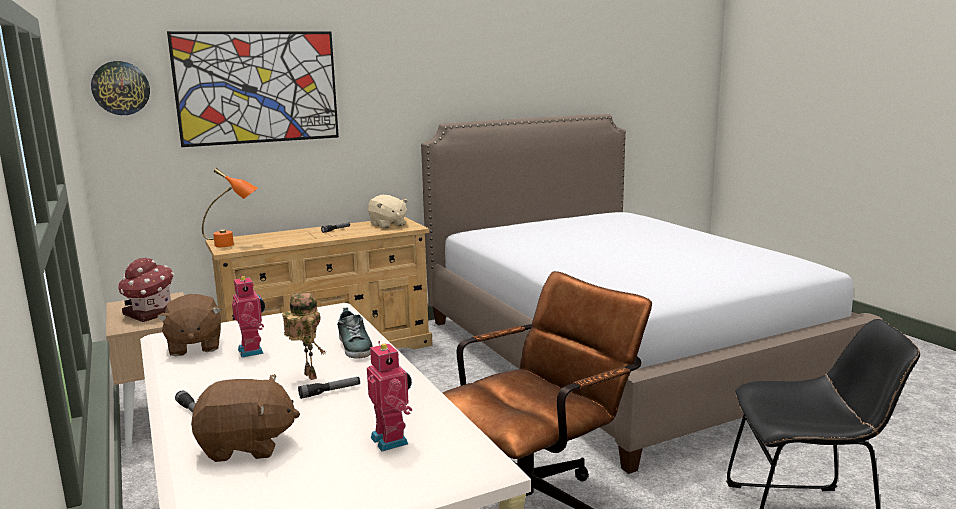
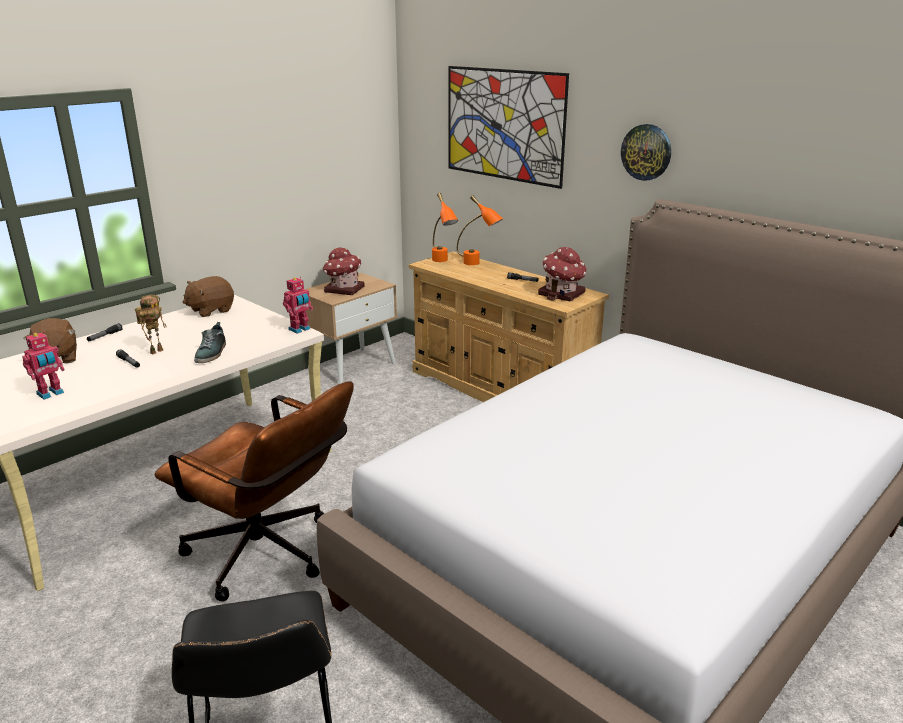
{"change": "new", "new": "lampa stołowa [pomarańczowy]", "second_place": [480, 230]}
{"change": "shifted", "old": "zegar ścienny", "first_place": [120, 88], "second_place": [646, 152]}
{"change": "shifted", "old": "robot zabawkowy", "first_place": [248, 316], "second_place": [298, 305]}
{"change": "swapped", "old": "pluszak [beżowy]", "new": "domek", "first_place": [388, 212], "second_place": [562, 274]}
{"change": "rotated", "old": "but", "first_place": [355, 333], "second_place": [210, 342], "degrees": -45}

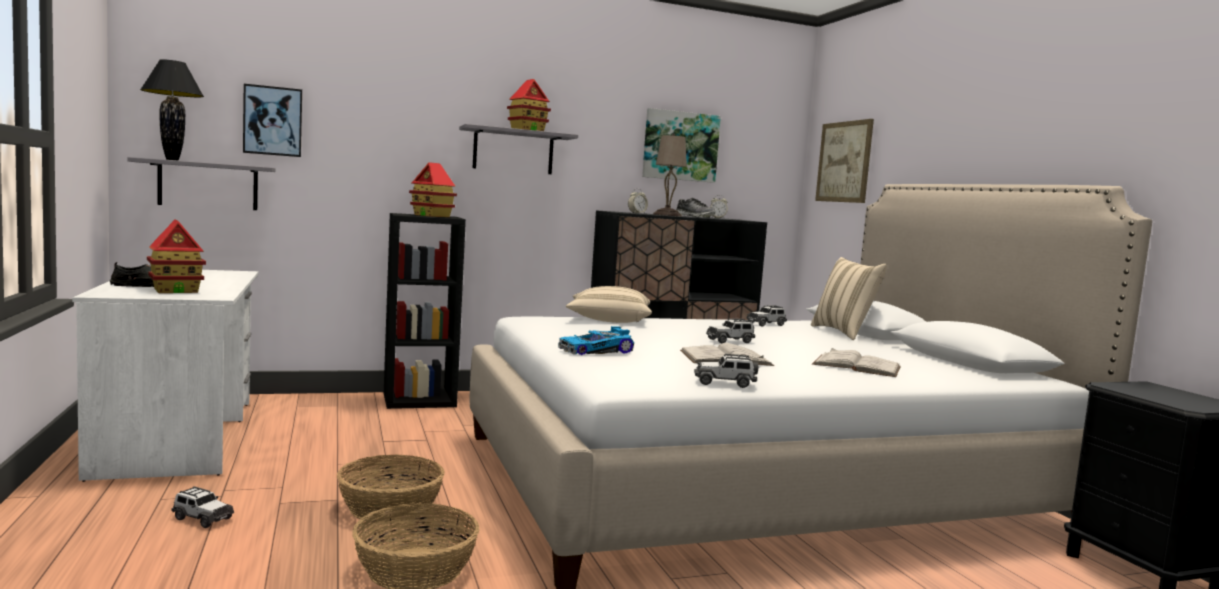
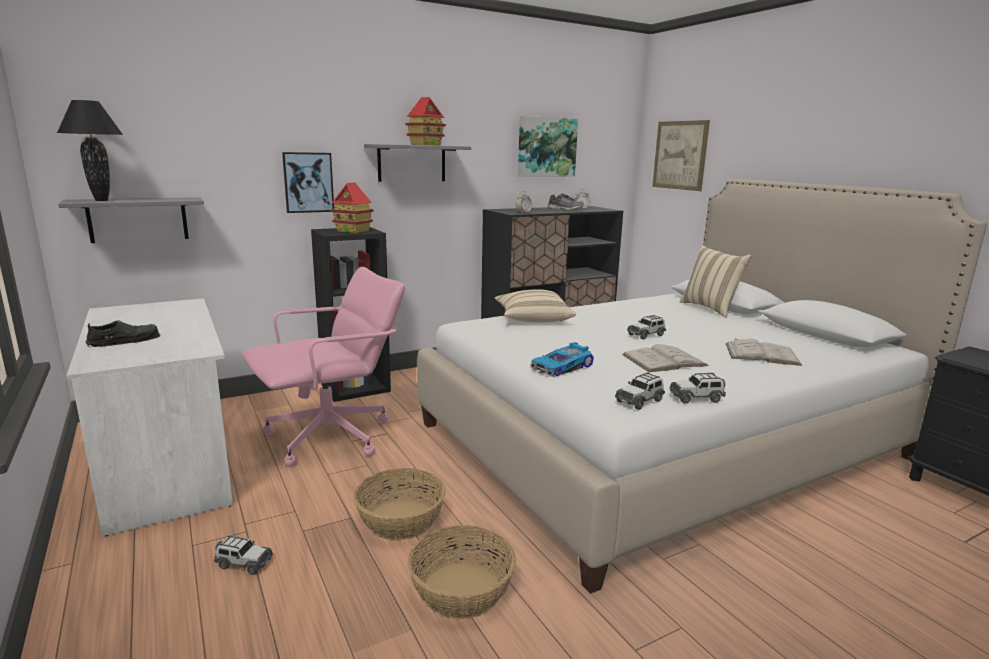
{"change": "gone", "old": "domek", "first_place": [176, 256]}
{"change": "gone", "old": "lampa stołowa [beżowy]", "first_place": [670, 174]}
{"change": "new", "new": "krzesło biurowe [różowy]", "second_place": [323, 367]}
{"change": "shifted", "old": "obraz", "first_place": [272, 120], "second_place": [308, 182]}
{"change": "shifted", "old": "samochodzik", "first_place": [766, 316], "second_place": [640, 391]}

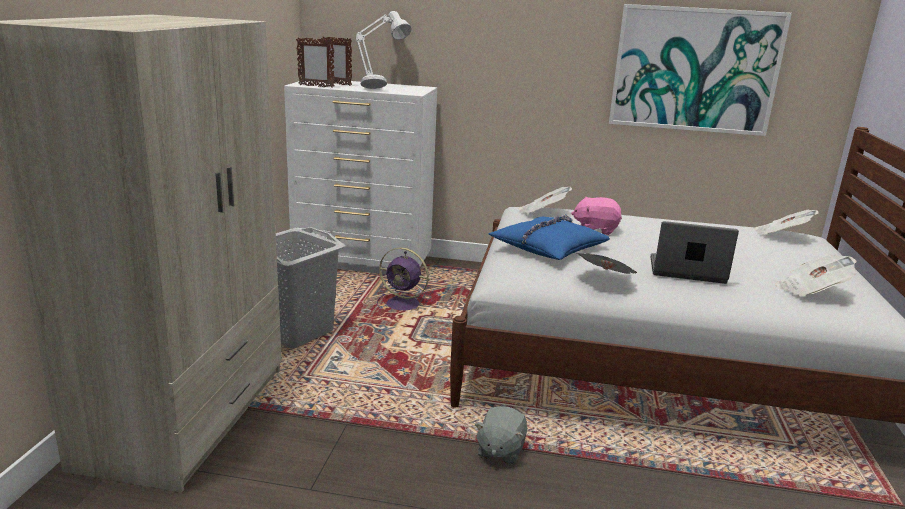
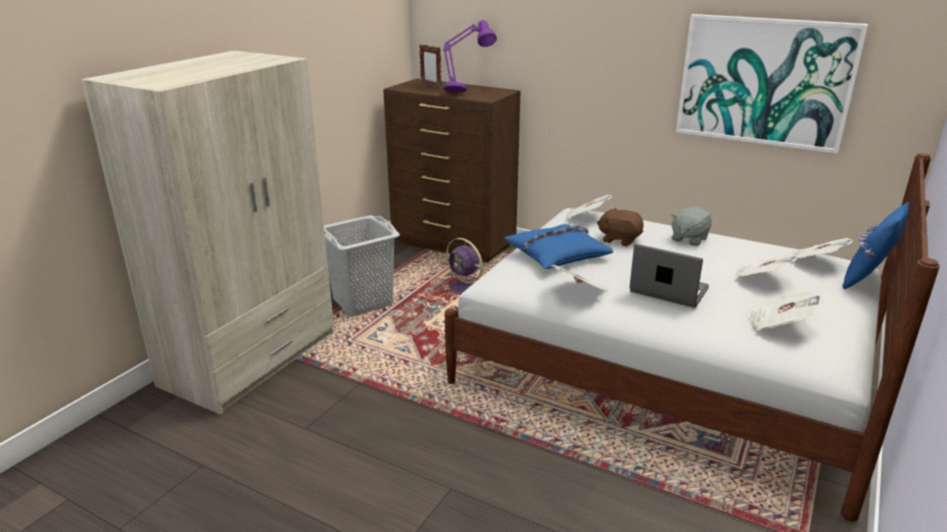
{"change": "gone", "old": "ramka na zdjęcie", "first_place": [315, 62]}
{"change": "new", "new": "gazeta", "second_place": [767, 265]}
{"change": "new", "new": "poduszka [niebieski]", "second_place": [876, 245]}
{"change": "shifted", "old": "pluszak [szary]", "first_place": [501, 435], "second_place": [691, 226]}
{"change": "repainted", "old": "komoda [biały]", "new": "komoda [brązowy]", "first_place": [360, 177], "second_place": [452, 171]}
{"change": "repainted", "old": "lampa stołowa [szary]", "new": "lampa stołowa [fioletowy]", "first_place": [384, 50], "second_place": [470, 56]}
{"change": "repainted", "old": "pluszak [różowy]", "new": "pluszak [brązowy]", "first_place": [596, 216], "second_place": [620, 227]}

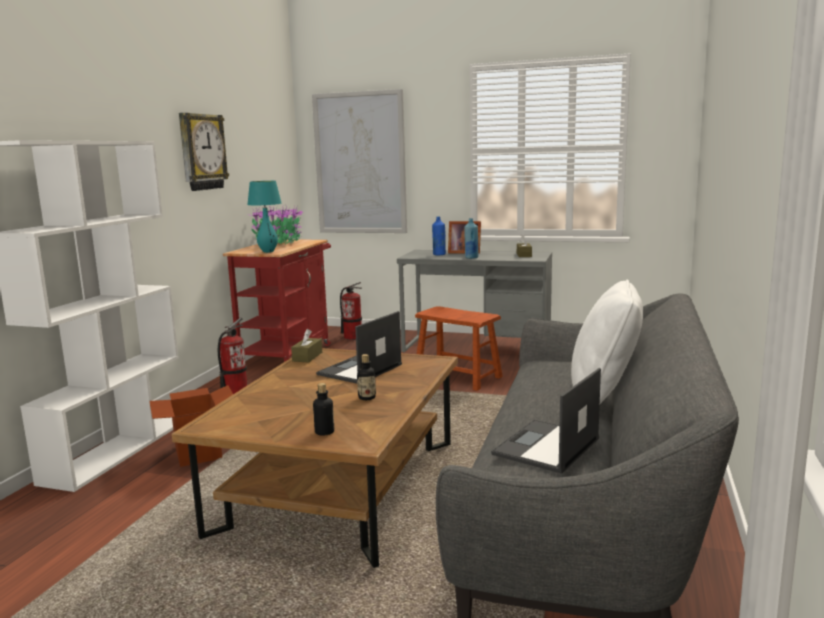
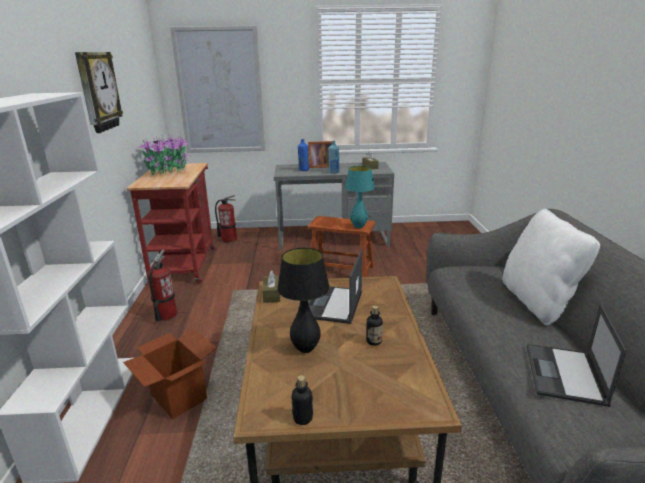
{"change": "new", "new": "lampa stołowa [czarny]", "second_place": [303, 300]}
{"change": "shifted", "old": "lampa stołowa [turkusowy]", "first_place": [264, 217], "second_place": [360, 197]}
{"change": "shifted", "old": "butelka", "first_place": [323, 409], "second_place": [302, 400]}

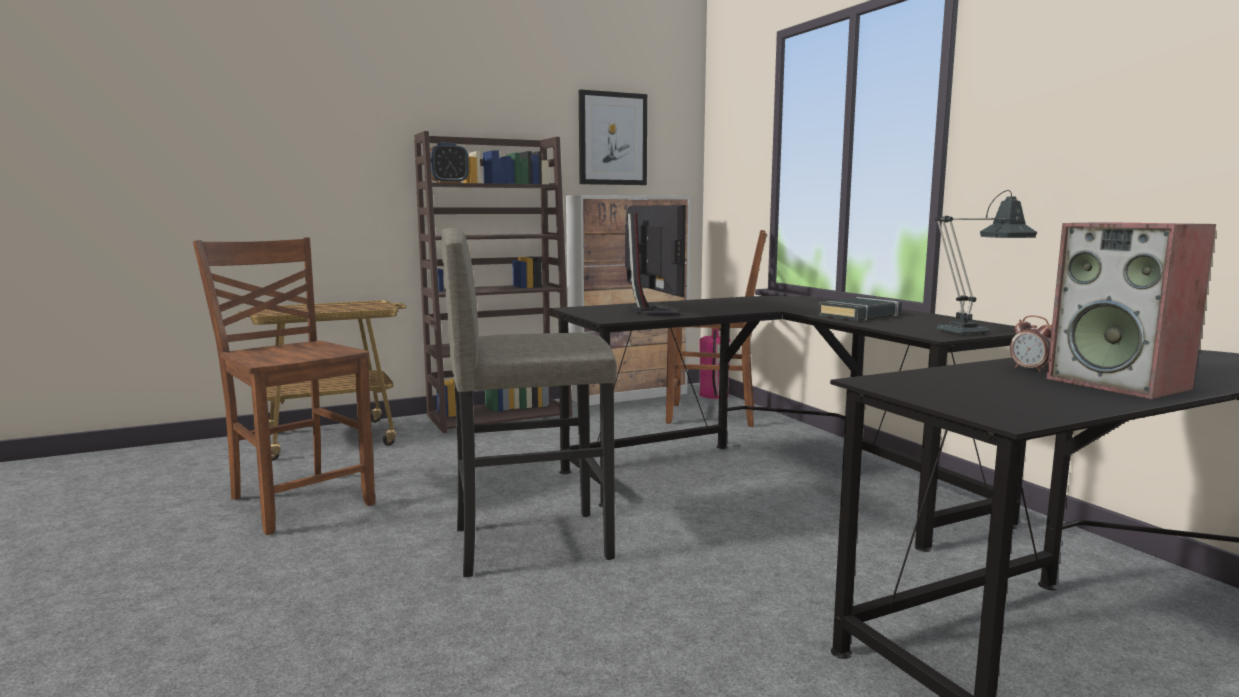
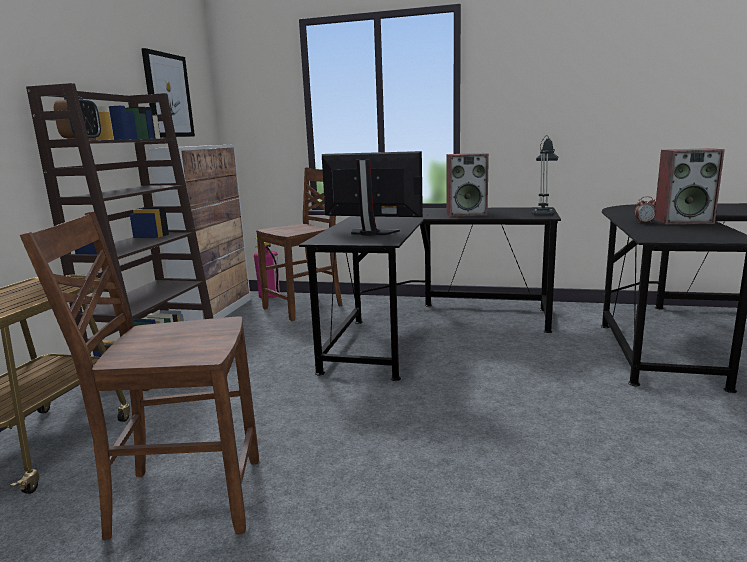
{"change": "gone", "old": "stołek [szary]", "first_place": [529, 402]}
{"change": "swapped", "old": "książka [czarny]", "new": "głośnik", "first_place": [860, 309], "second_place": [467, 185]}

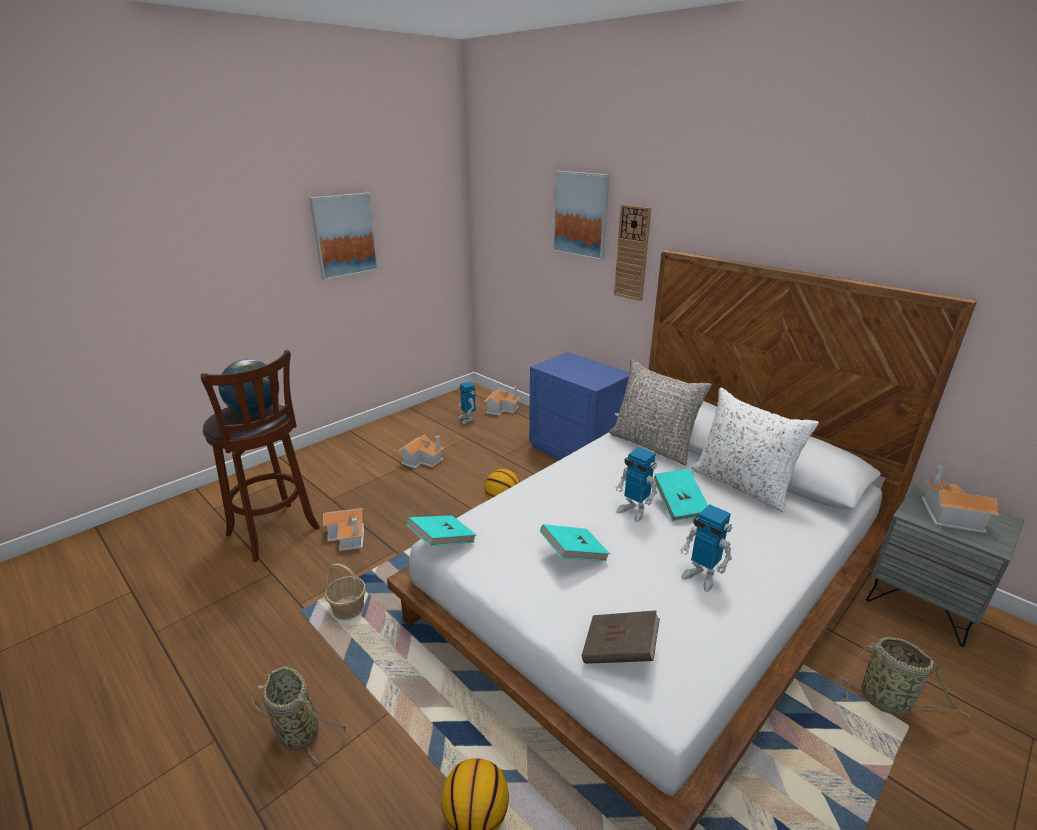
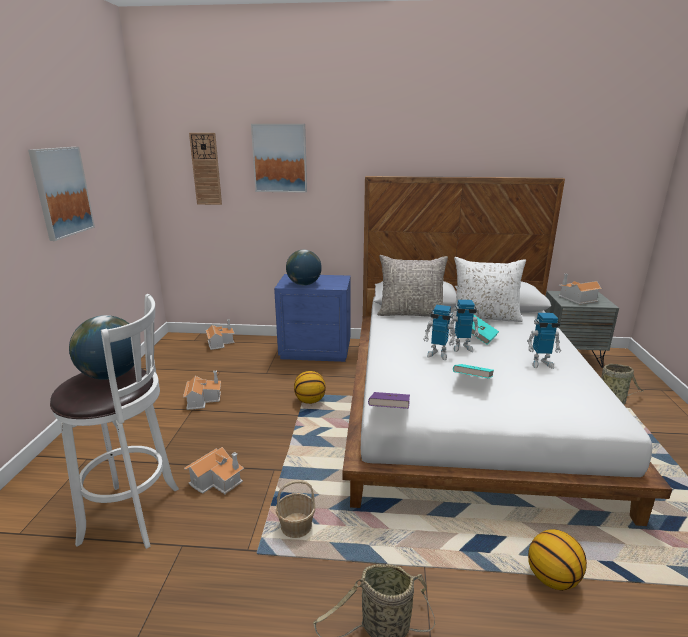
{"change": "gone", "old": "książka [brązowy]", "first_place": [621, 637]}
{"change": "new", "new": "globus", "second_place": [304, 267]}
{"change": "shifted", "old": "robot zabawkowy", "first_place": [466, 403], "second_place": [439, 332]}
{"change": "shifted", "old": "zegar ścienny", "first_place": [632, 253], "second_place": [205, 169]}
{"change": "repainted", "old": "stołek [brązowy]", "new": "stołek [biały]", "first_place": [260, 456], "second_place": [114, 421]}
{"change": "repainted", "old": "książka [turkusowy]", "new": "książka [fioletowy]", "first_place": [441, 531], "second_place": [389, 400]}

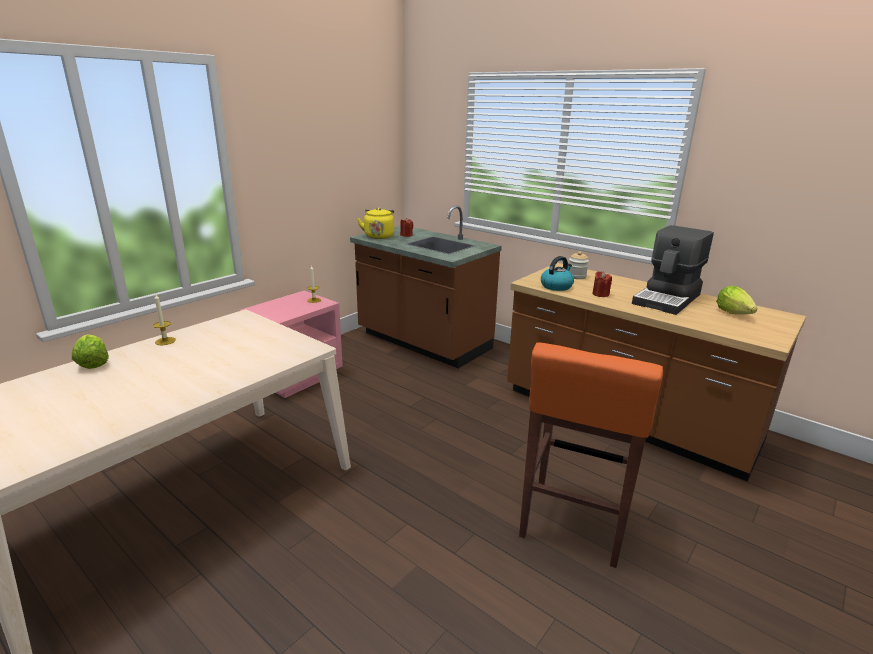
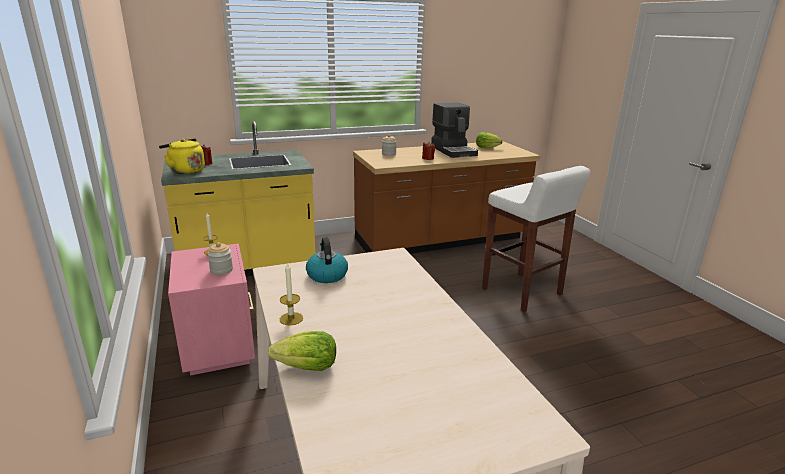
{"change": "new", "new": "słoik", "second_place": [220, 258]}
{"change": "shifted", "old": "czajnik", "first_place": [557, 273], "second_place": [327, 260]}
{"change": "repainted", "old": "zabudowa kuchenna [brązowy]", "new": "zabudowa kuchenna [żółty]", "first_place": [426, 287], "second_place": [238, 199]}
{"change": "repainted", "old": "stołek [pomarańczowy]", "new": "stołek [biały]", "first_place": [591, 455], "second_place": [536, 239]}

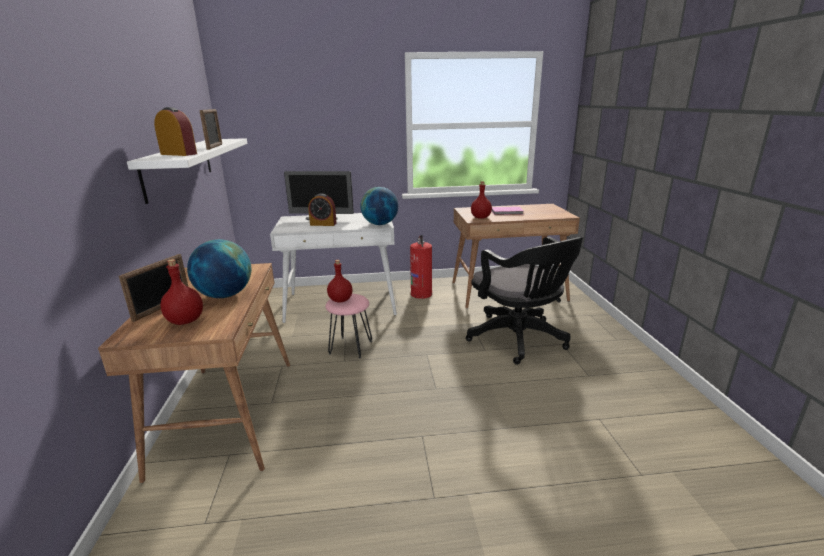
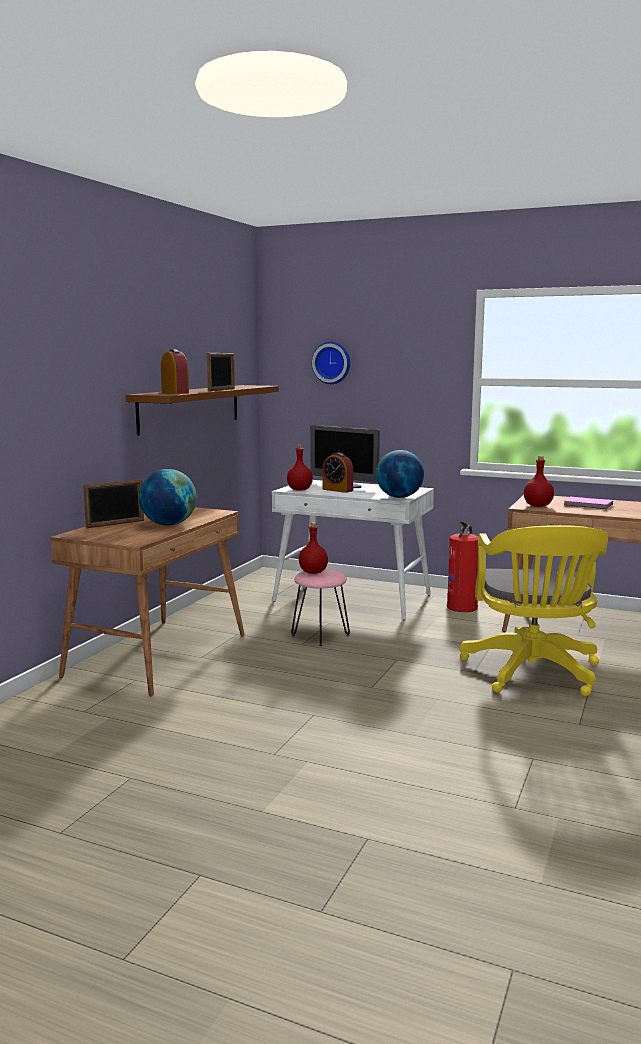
{"change": "new", "new": "zegar ścienny", "second_place": [331, 363]}
{"change": "shifted", "old": "butelka [czerwony]", "first_place": [181, 292], "second_place": [300, 468]}
{"change": "repainted", "old": "półka [biały]", "new": "półka [brązowy]", "first_place": [187, 171], "second_place": [202, 410]}
{"change": "repainted", "old": "krzesło biurowe [czarny]", "new": "krzesło biurowe [żółty]", "first_place": [524, 301], "second_place": [534, 610]}

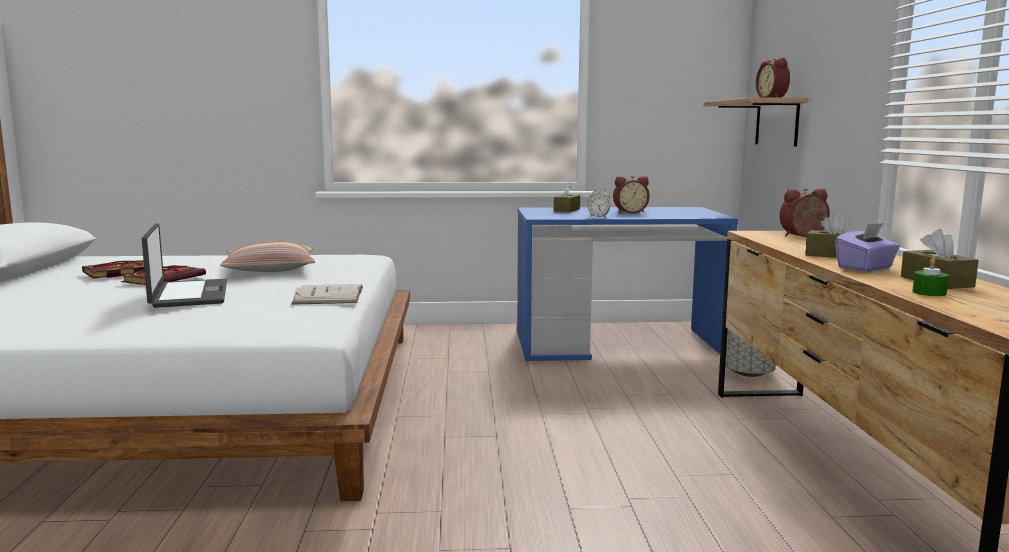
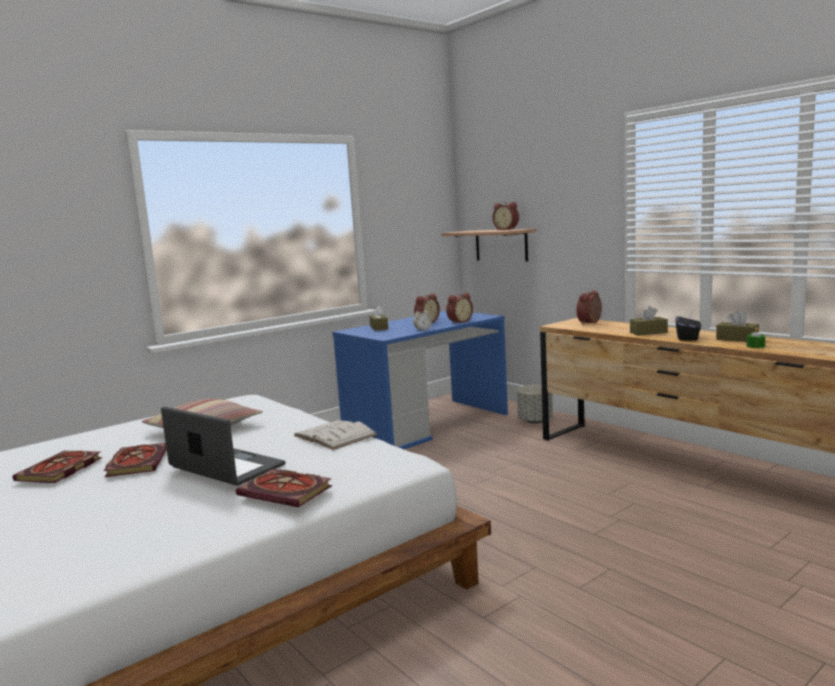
{"change": "new", "new": "książka", "second_place": [284, 488]}
{"change": "new", "new": "budzik", "second_place": [459, 308]}
{"change": "repainted", "old": "pudełko chusteczek [fioletowy]", "new": "pudełko chusteczek [czarny]", "first_place": [867, 247], "second_place": [688, 326]}

